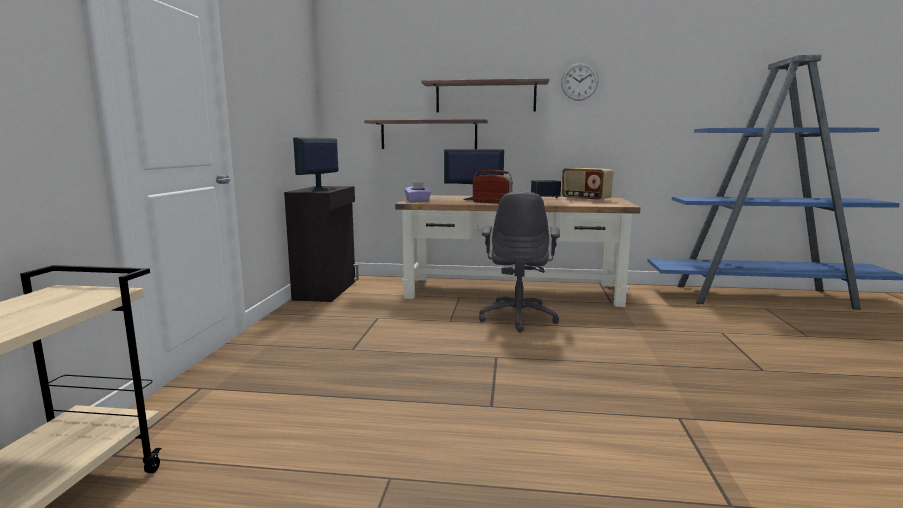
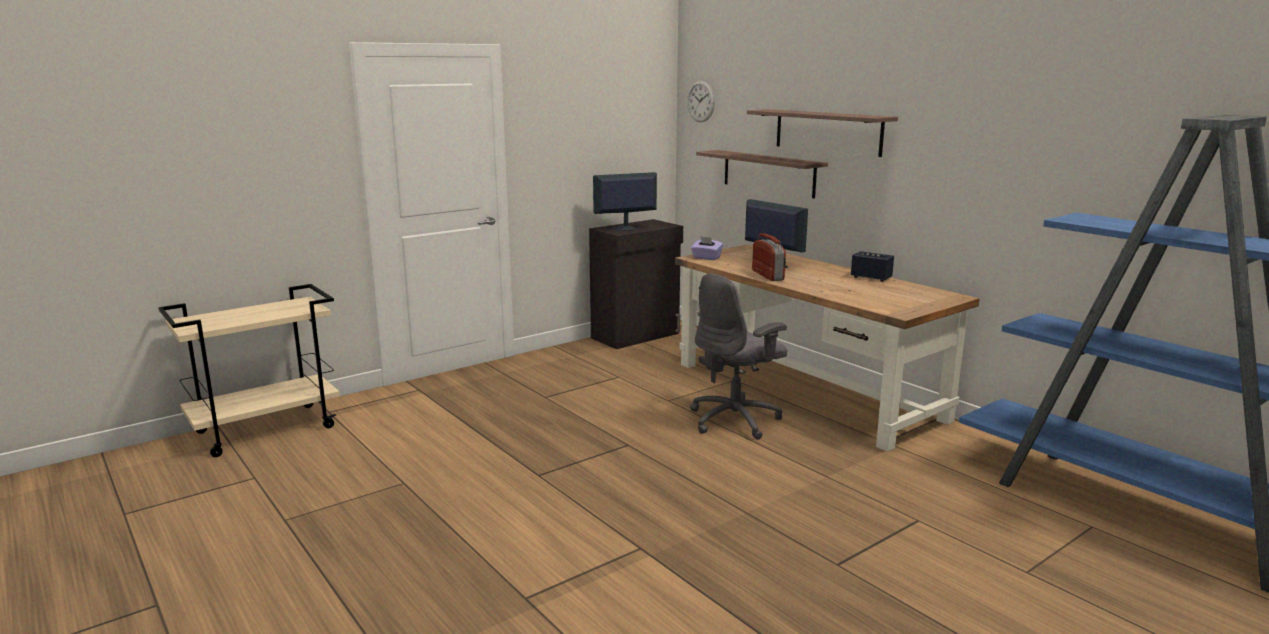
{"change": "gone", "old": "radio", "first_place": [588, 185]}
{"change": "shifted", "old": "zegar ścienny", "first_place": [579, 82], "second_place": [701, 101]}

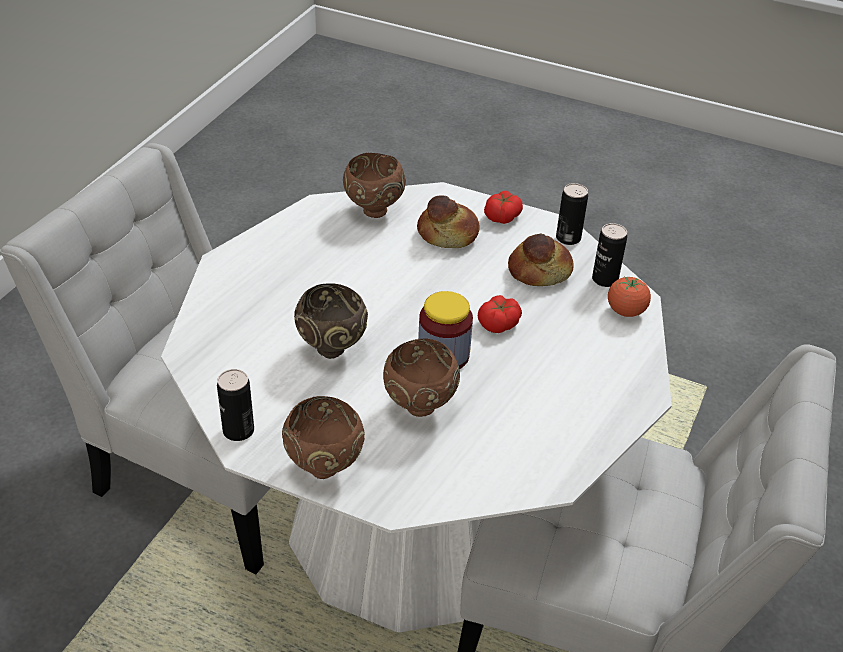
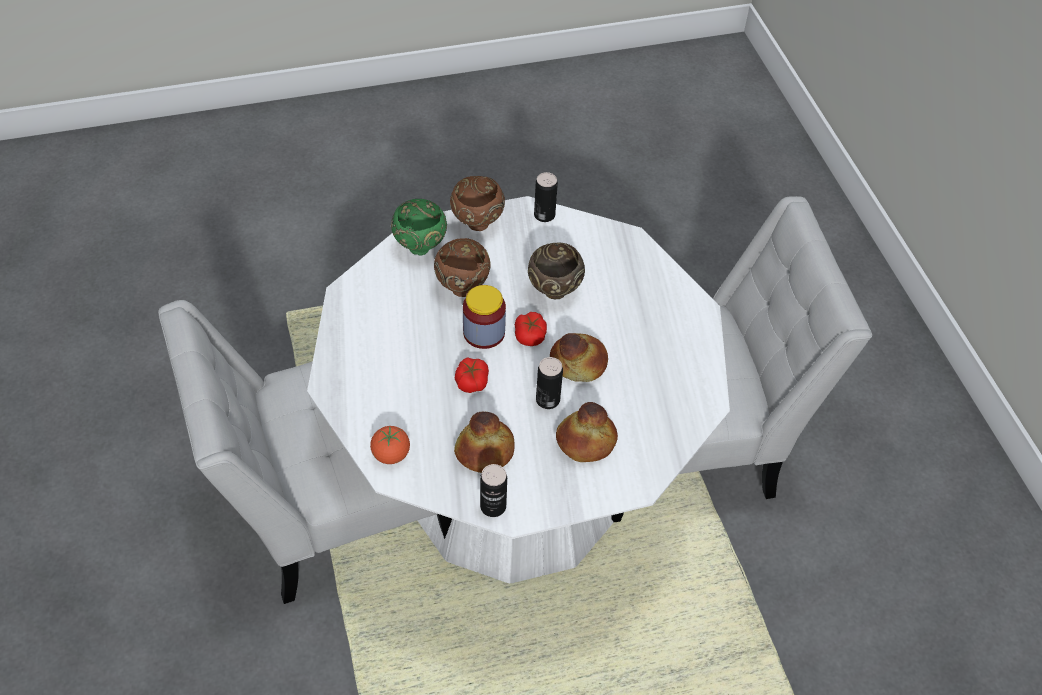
{"change": "gone", "old": "miska [brązowy]", "first_place": [374, 185]}
{"change": "new", "new": "miska [zielony]", "second_place": [419, 227]}
{"change": "new", "new": "chleb", "second_place": [579, 357]}
{"change": "shifted", "old": "pomidor", "first_place": [503, 207], "second_place": [531, 329]}
{"change": "shifted", "old": "puszka", "first_place": [609, 255], "second_place": [549, 383]}

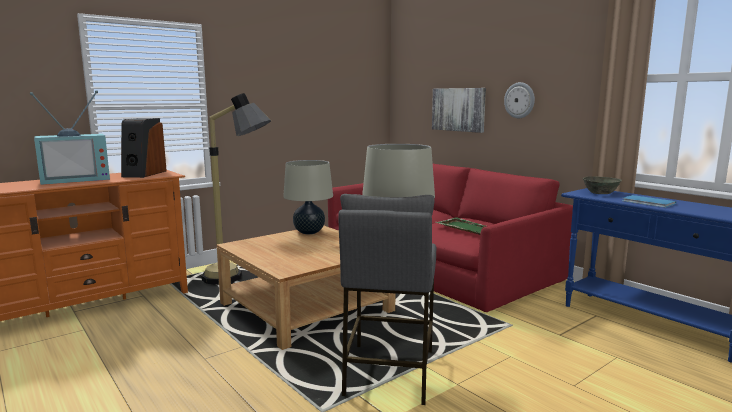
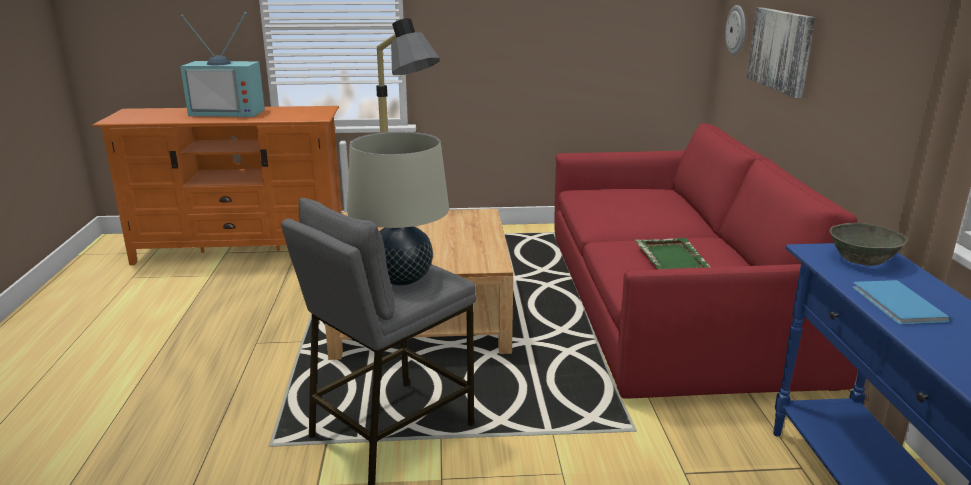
{"change": "gone", "old": "głośnik", "first_place": [144, 148]}
{"change": "gone", "old": "lampa stołowa [beżowy]", "first_place": [308, 197]}
{"change": "shifted", "old": "zegar ścienny", "first_place": [519, 100], "second_place": [735, 30]}

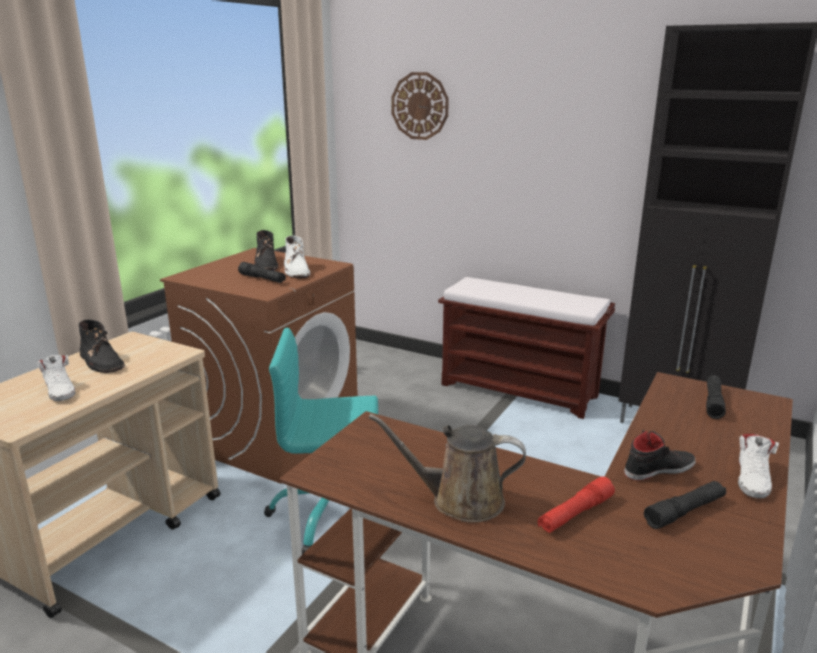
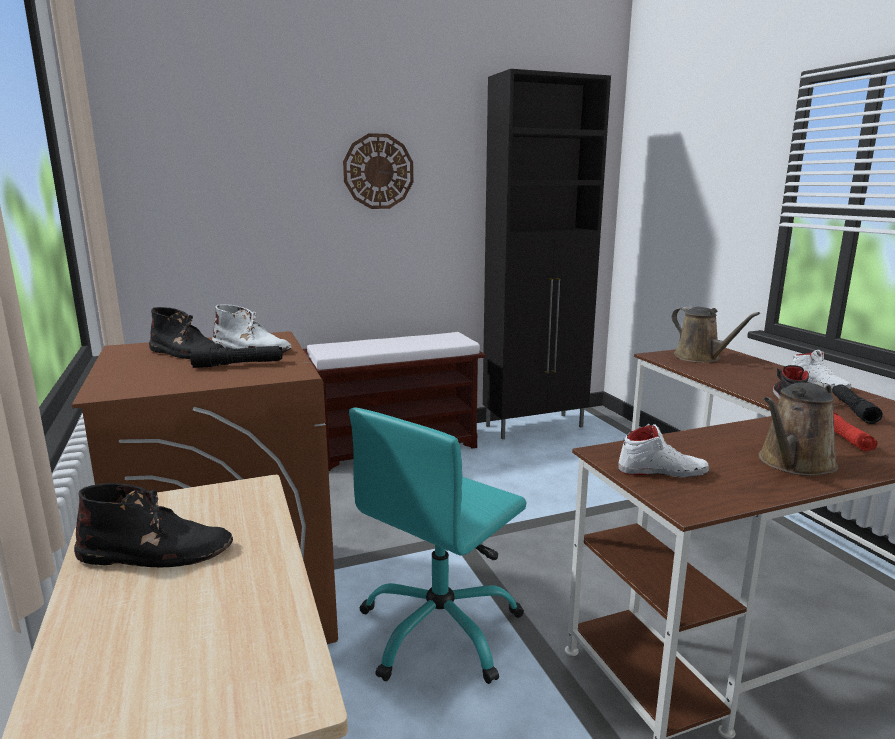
{"change": "shifted", "old": "but [biały]", "first_place": [55, 378], "second_place": [663, 450]}
{"change": "shifted", "old": "zegar ścienny", "first_place": [420, 106], "second_place": [378, 171]}
{"change": "swapped", "old": "latarka [czarny]", "new": "konewka [brązowy]", "first_place": [716, 397], "second_place": [716, 335]}

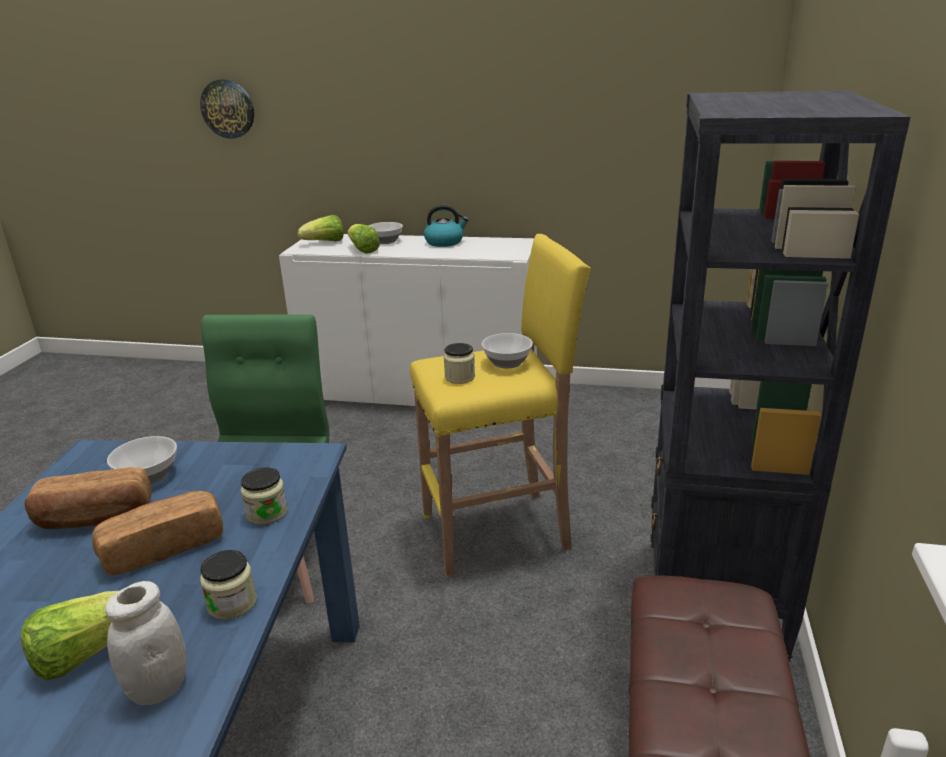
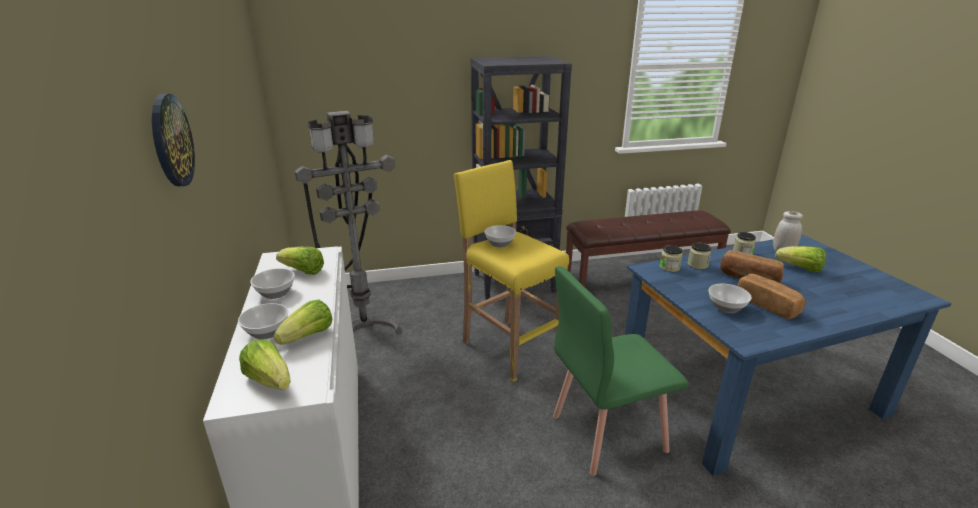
{"change": "new", "new": "sałata", "second_place": [300, 261]}
{"change": "new", "new": "lampa stojąca [szary]", "second_place": [348, 222]}
{"change": "shifted", "old": "zegar ścienny", "first_place": [227, 109], "second_place": [173, 140]}
{"change": "shifted", "old": "słoik", "first_place": [459, 363], "second_place": [671, 258]}
{"change": "swapped", "old": "czajnik", "new": "miska", "first_place": [446, 226], "second_place": [272, 283]}

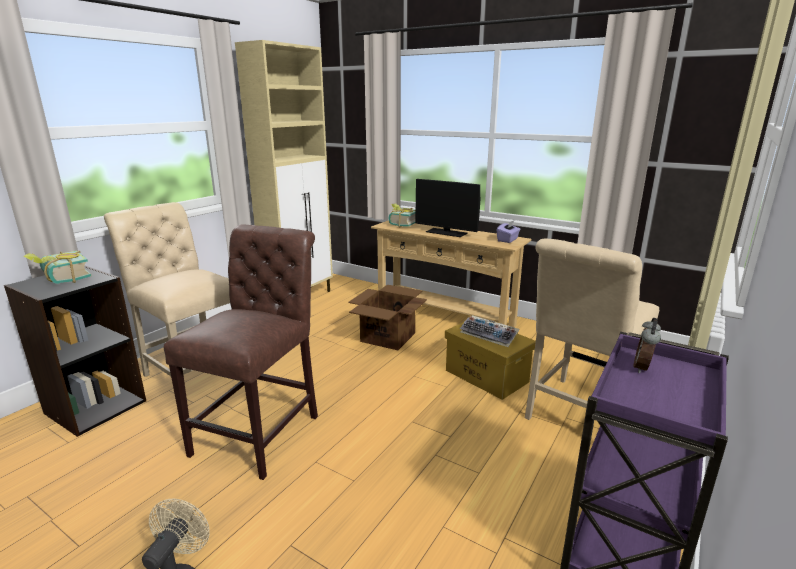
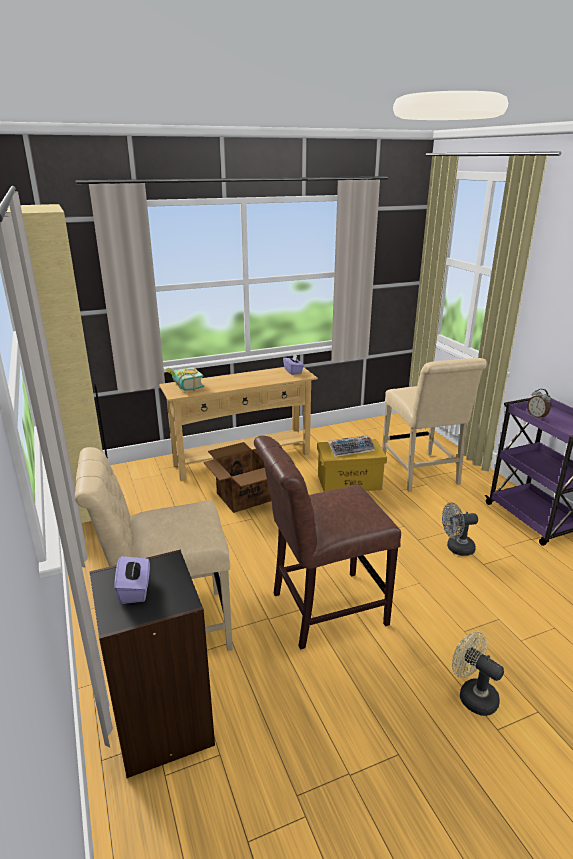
{"change": "gone", "old": "monitor", "first_place": [447, 208]}
{"change": "new", "new": "wentylator [szary]", "second_place": [460, 529]}
{"change": "swapped", "old": "książka", "new": "pudełko chusteczek [fioletowy]", "first_place": [57, 267], "second_place": [132, 580]}
{"change": "rotated", "old": "krzesło [brązowy]", "first_place": [240, 352], "second_place": [327, 543], "degrees": -75}

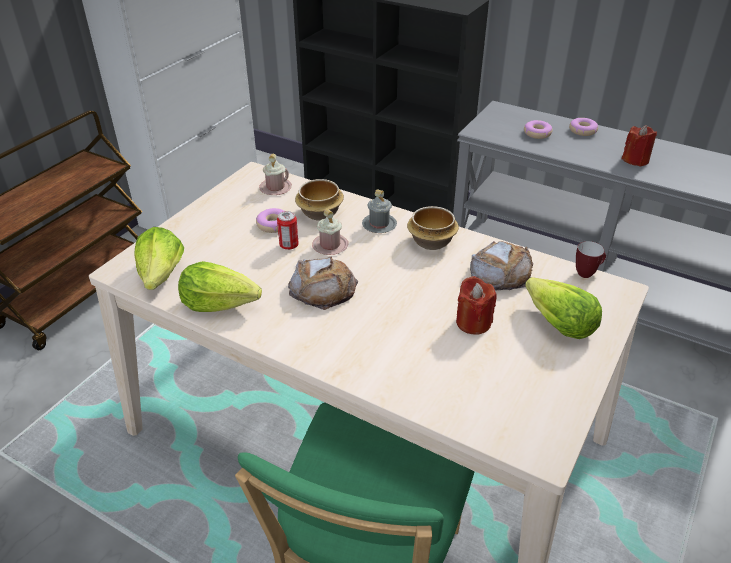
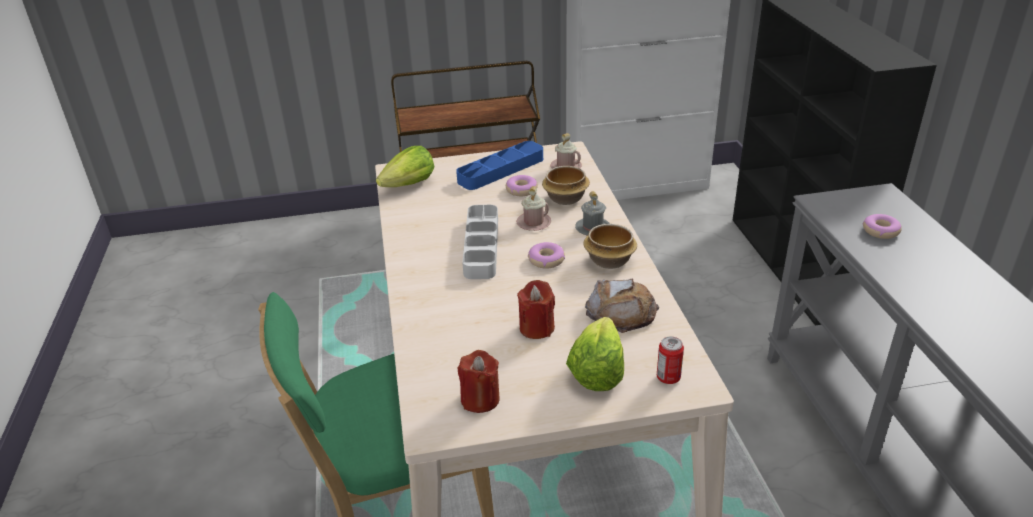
{"change": "gone", "old": "sałata", "first_place": [220, 286]}
{"change": "gone", "old": "kubek", "first_place": [591, 259]}
{"change": "new", "new": "taca [niebieski]", "second_place": [499, 165]}
{"change": "shifted", "old": "puszka", "first_place": [288, 230], "second_place": [670, 360]}
{"change": "shifted", "old": "donut", "first_place": [583, 127], "second_place": [546, 255]}
{"change": "shifted", "old": "świeca [czerwony]", "first_place": [639, 146], "second_place": [478, 381]}
{"change": "swapped", "old": "chleb", "new": "taca [szary]", "first_place": [323, 283], "second_place": [480, 242]}

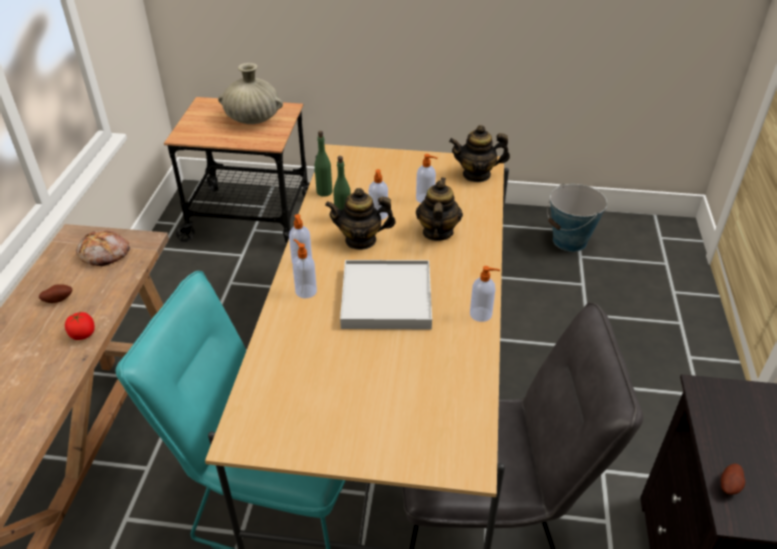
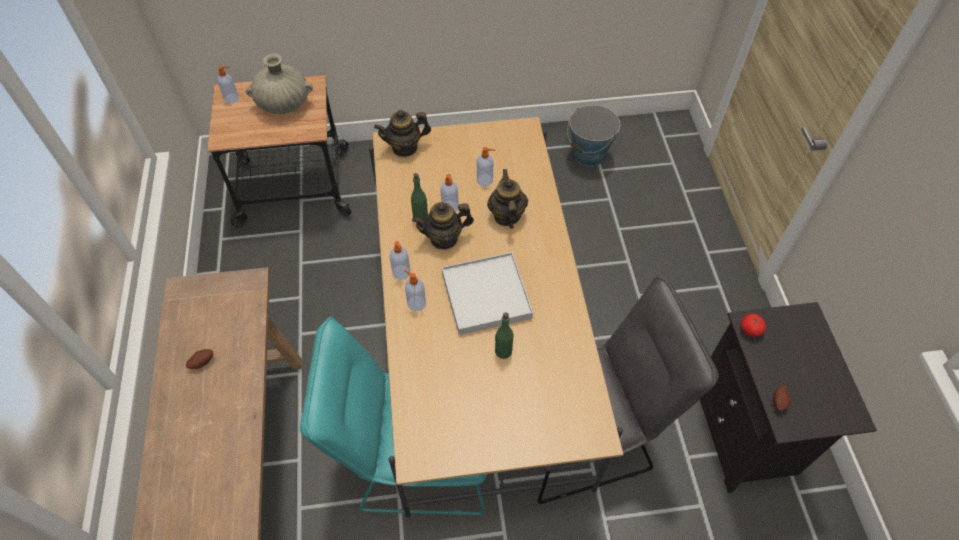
{"change": "gone", "old": "chleb", "first_place": [103, 248]}
{"change": "shifted", "old": "pomidor", "first_place": [80, 326], "second_place": [753, 325]}
{"change": "shifted", "old": "butelka [zielony]", "first_place": [323, 164], "second_place": [504, 335]}
{"change": "shifted", "old": "imbryk", "first_place": [479, 153], "second_place": [402, 133]}
{"change": "shifted", "old": "dozownik mydła", "first_place": [485, 294], "second_place": [228, 85]}

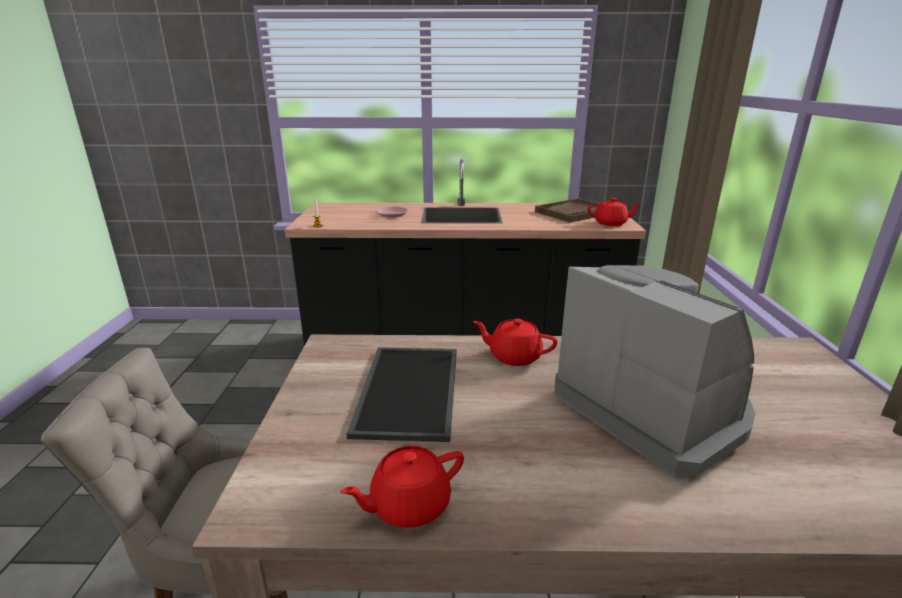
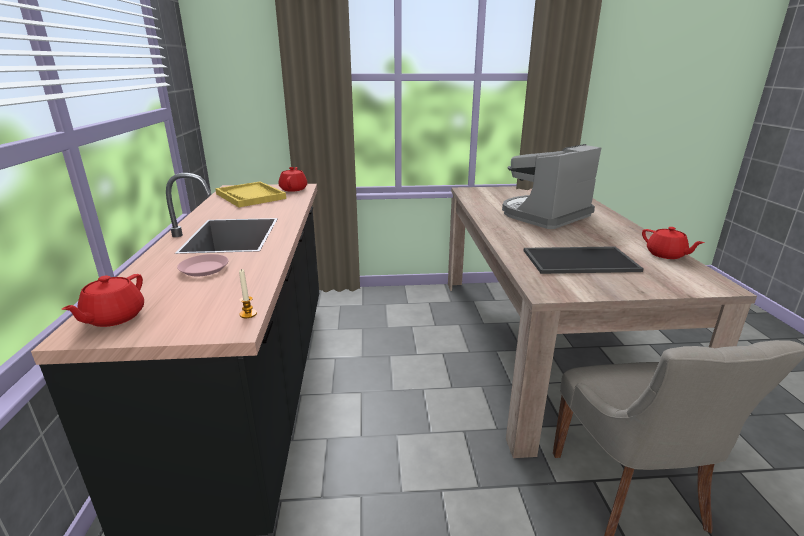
{"change": "shifted", "old": "imbryk [czerwony]", "first_place": [515, 342], "second_place": [103, 300]}
{"change": "repainted", "old": "taca [brązowy]", "new": "taca [żółty]", "first_place": [567, 210], "second_place": [250, 194]}

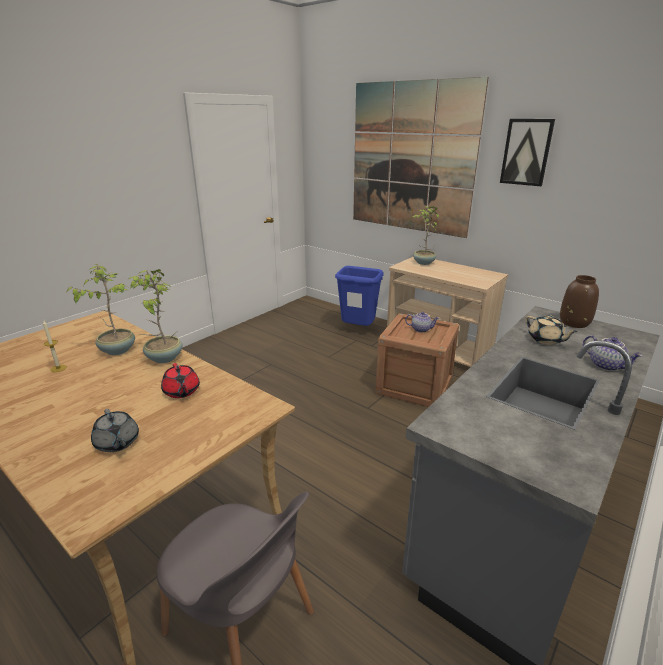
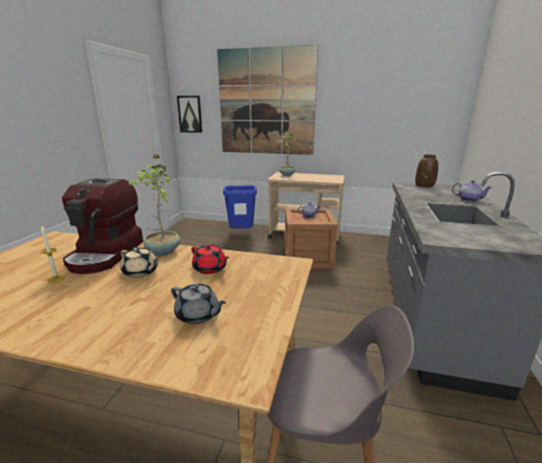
{"change": "shifted", "old": "obraz", "first_place": [527, 152], "second_place": [189, 114]}
{"change": "shifted", "old": "imbryk [beżowy]", "first_place": [551, 330], "second_place": [140, 262]}
{"change": "swapped", "old": "roślina doniczkowa", "new": "ekspres do kawy", "first_place": [100, 309], "second_place": [102, 226]}

